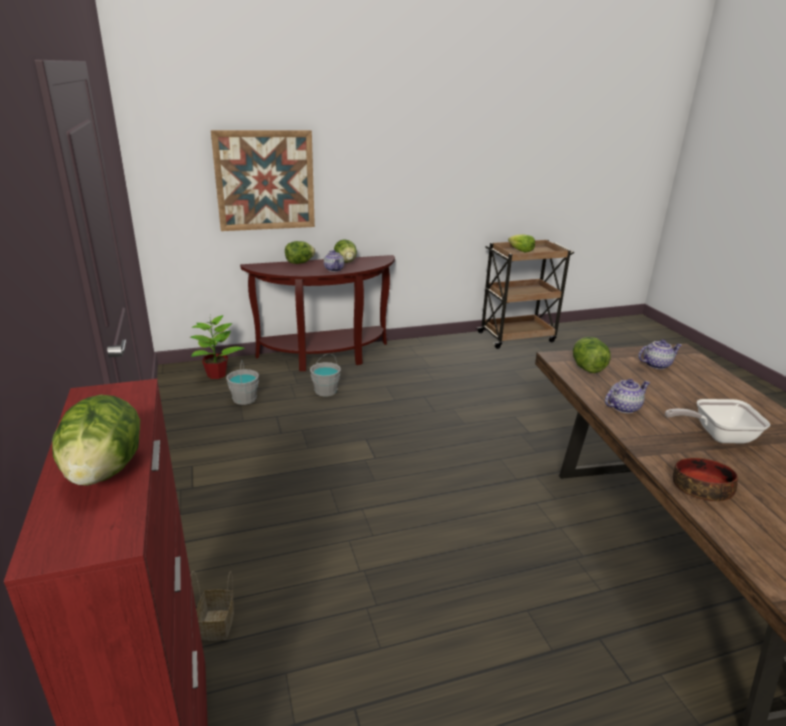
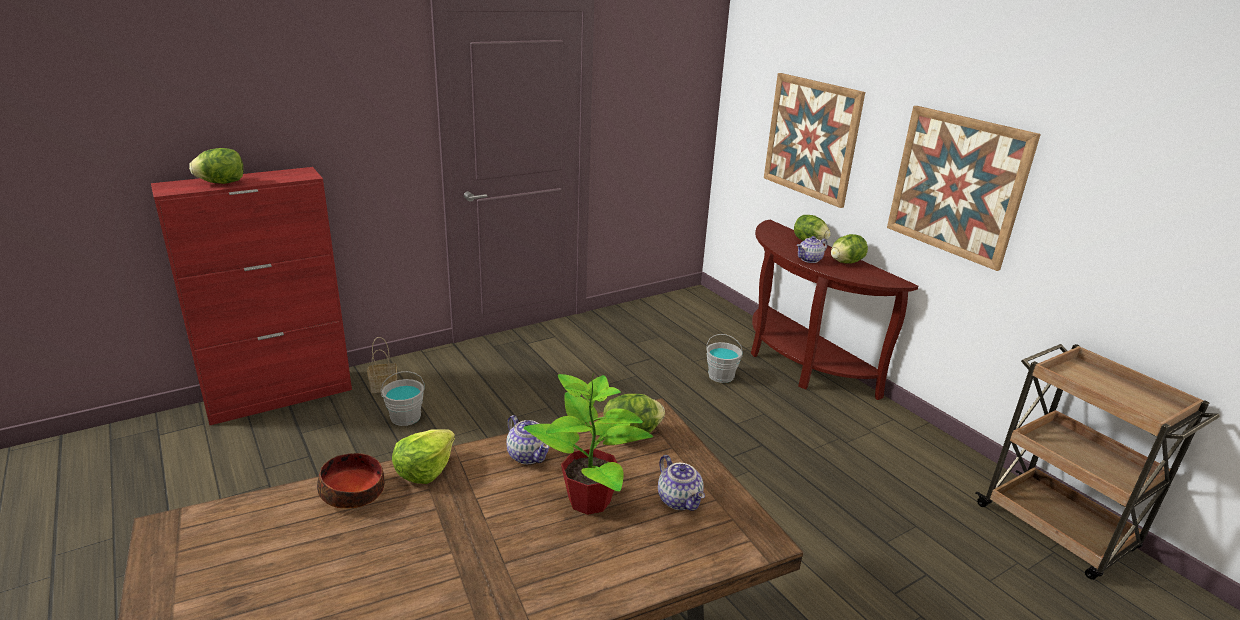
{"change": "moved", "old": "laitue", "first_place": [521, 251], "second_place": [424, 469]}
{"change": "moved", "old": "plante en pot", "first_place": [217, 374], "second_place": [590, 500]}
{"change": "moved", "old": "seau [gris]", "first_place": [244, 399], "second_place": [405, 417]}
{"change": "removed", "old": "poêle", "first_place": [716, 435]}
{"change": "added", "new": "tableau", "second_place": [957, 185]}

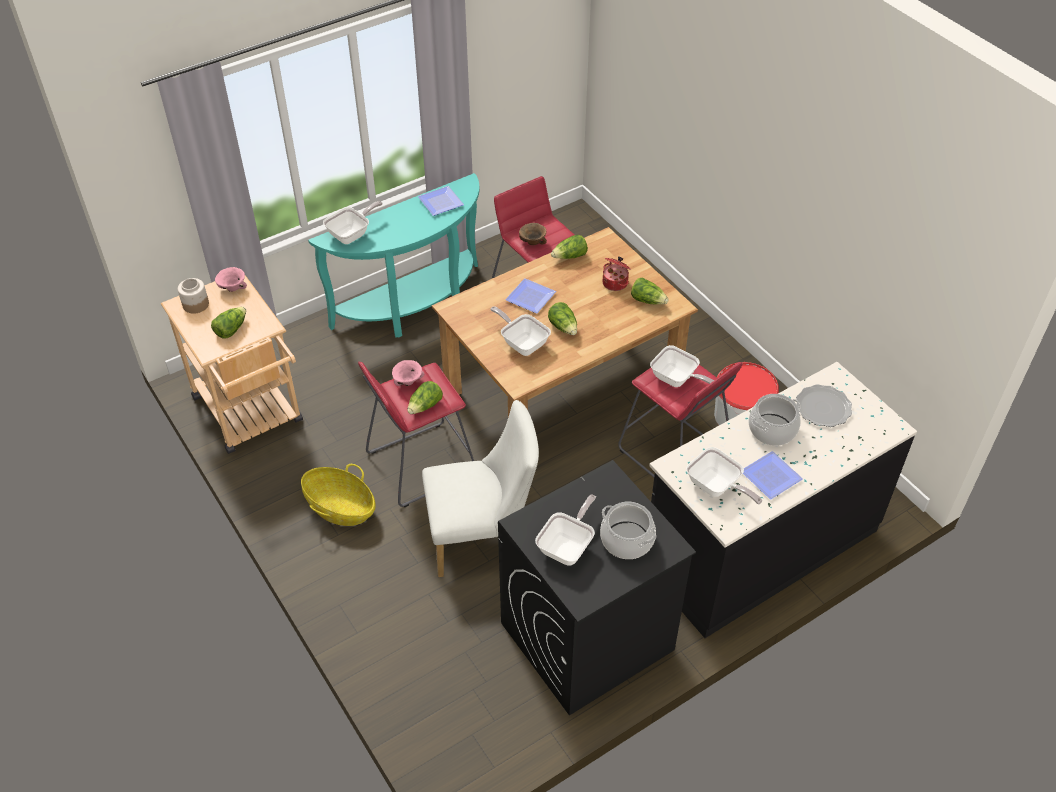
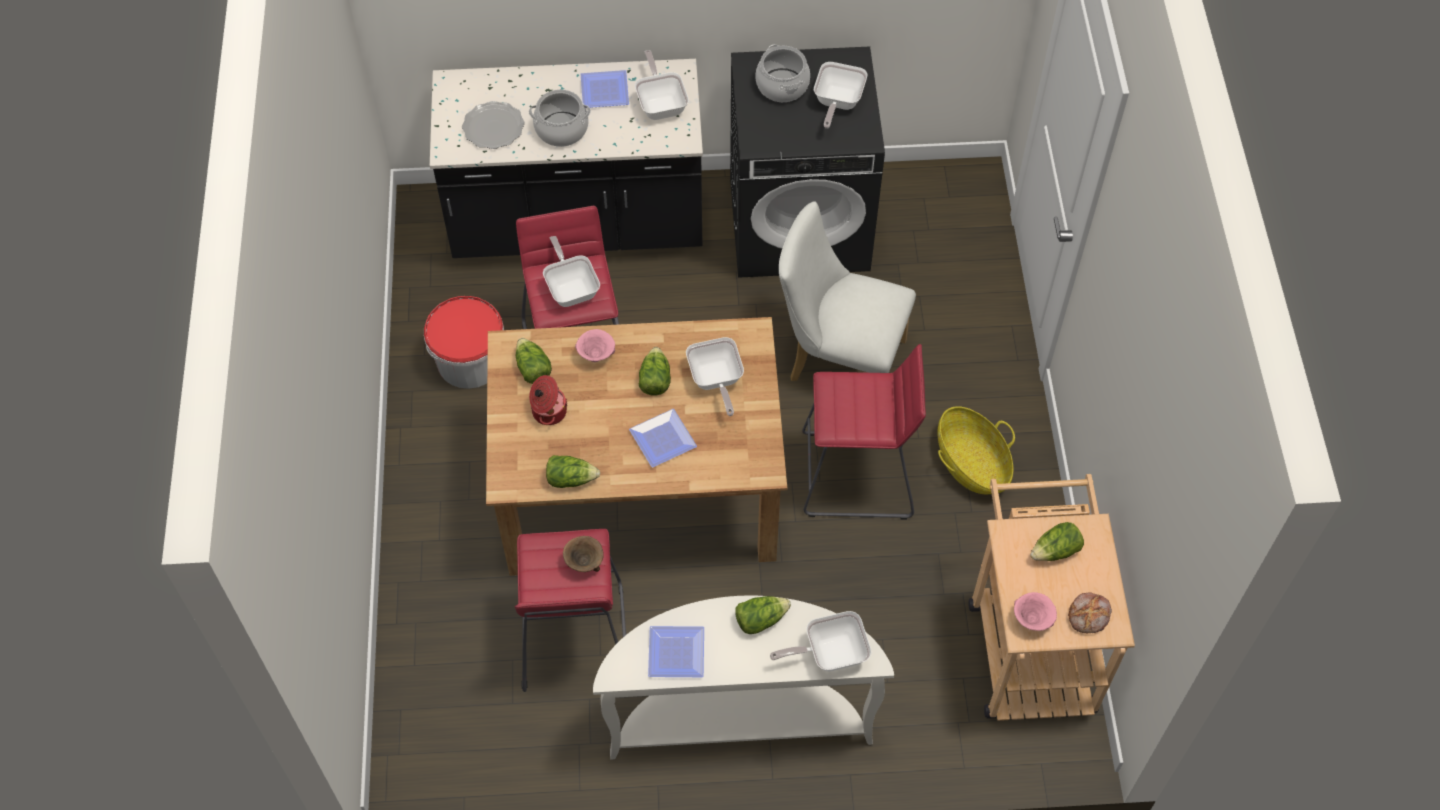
{"change": "recoloured", "old": "table console [turquoise]", "new": "table console [blanc]", "first_place": [415, 307], "second_place": [739, 717]}
{"change": "replaced", "old": "bocal", "new": "pain", "first_place": [195, 304], "second_place": [1089, 616]}
{"change": "moved", "old": "bol [rose]", "first_place": [408, 382], "second_place": [595, 356]}
{"change": "moved", "old": "laitue", "first_place": [425, 406], "second_place": [760, 619]}
{"change": "turned", "old": "poêle", "first_place": [568, 546], "second_place": [837, 103], "degrees": -45}

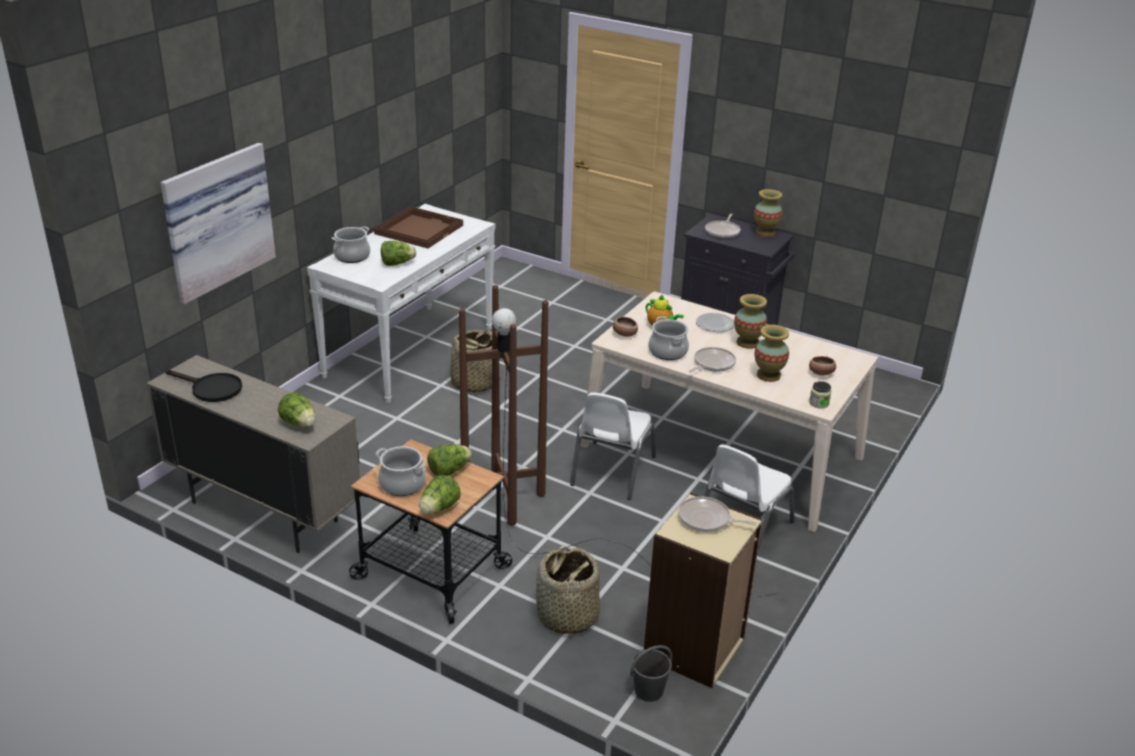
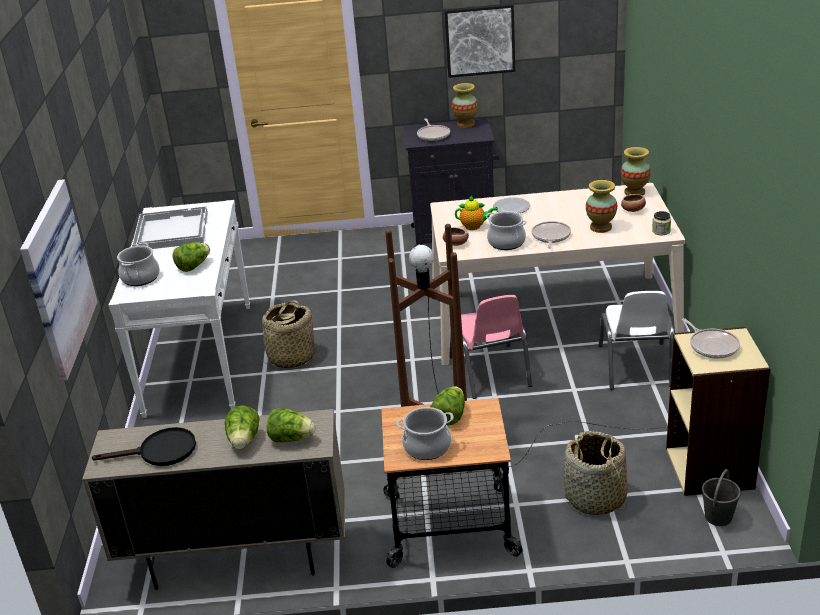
{"change": "recoloured", "old": "plateau [marron]", "new": "plateau [blanc]", "first_place": [419, 229], "second_place": [170, 230]}
{"change": "moved", "old": "vase", "first_place": [747, 343], "second_place": [634, 192]}
{"change": "recoloured", "old": "chaise [blanc]", "new": "chaise [rose]", "first_place": [611, 471], "second_place": [490, 372]}
{"change": "moved", "old": "laitue", "first_place": [439, 508], "second_place": [244, 441]}
{"change": "turned", "old": "poêle", "first_place": [707, 519], "second_place": [712, 346], "degrees": -105}
{"change": "added", "new": "tableau", "second_place": [480, 40]}

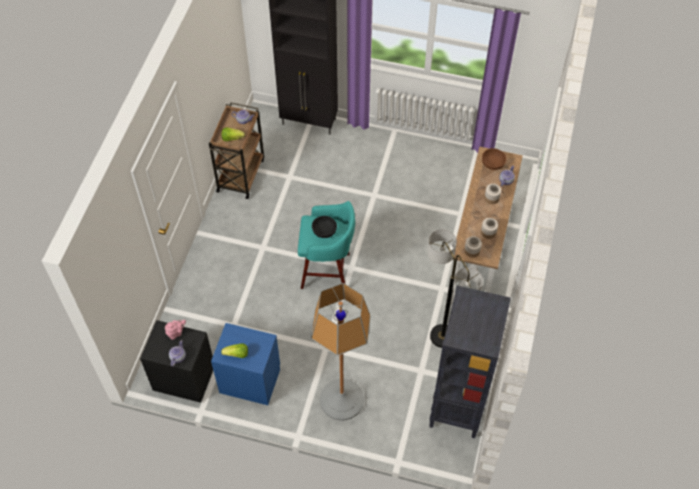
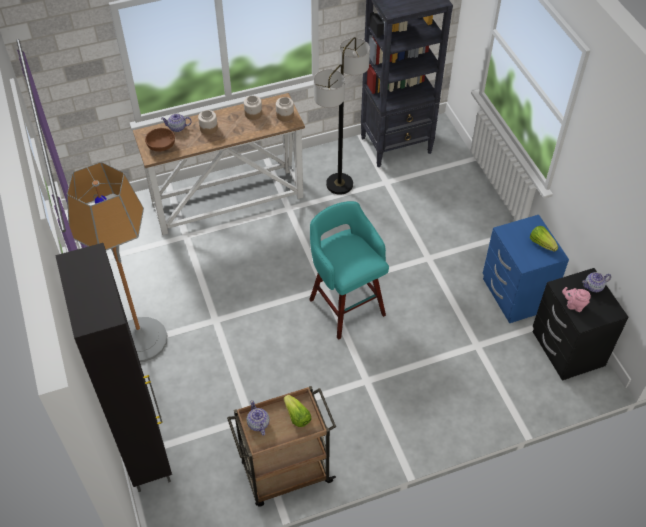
{"change": "removed", "old": "bol [noir]", "first_place": [324, 231]}
{"change": "moved", "old": "lampadaire", "first_place": [341, 400], "second_place": [141, 340]}

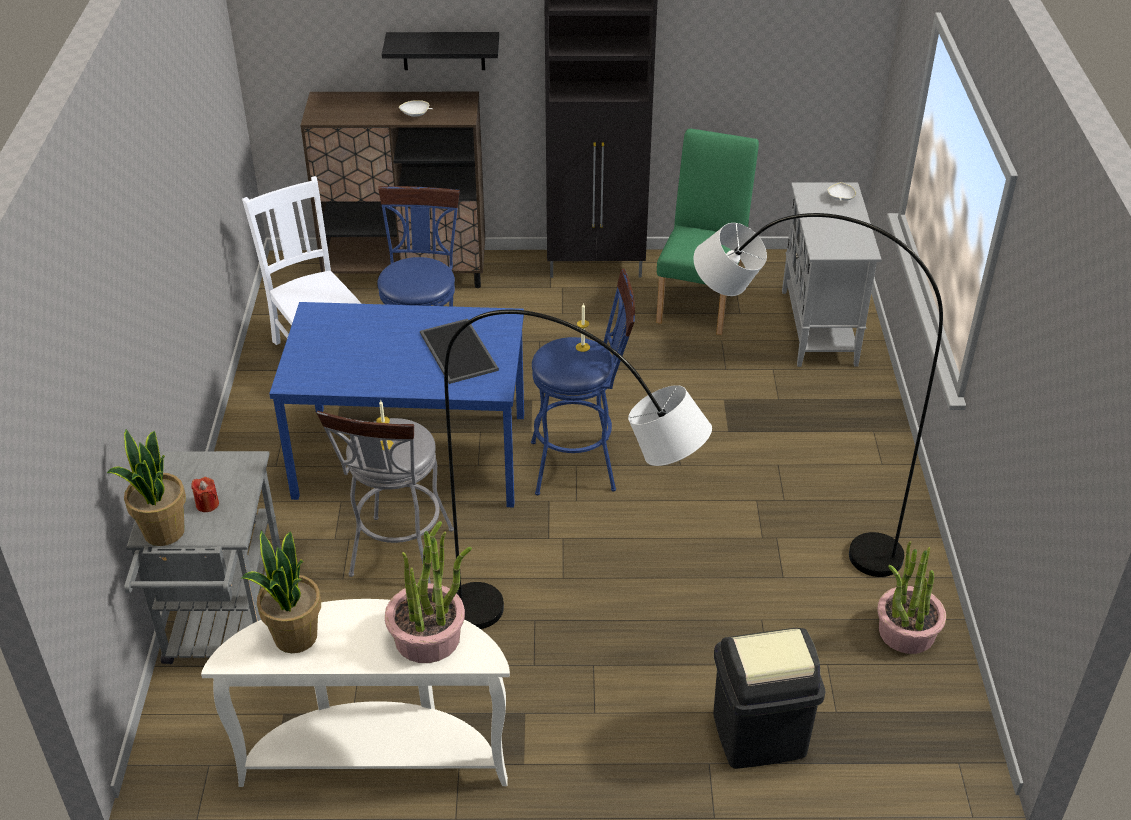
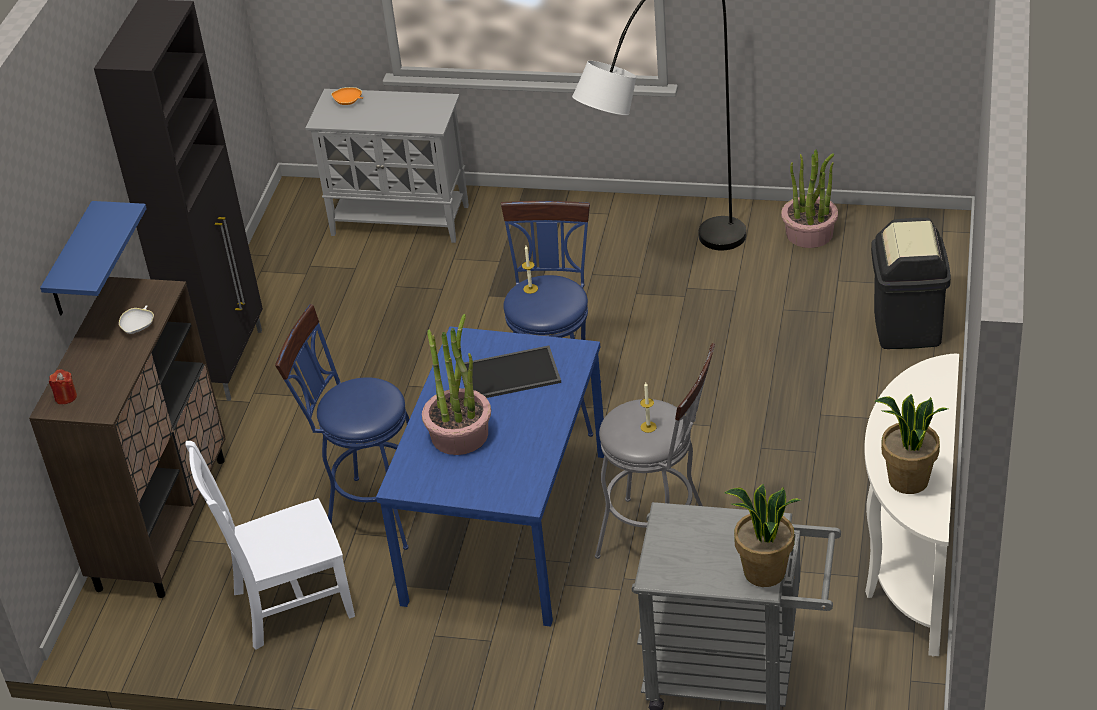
{"change": "recoloured", "old": "étagère [noir]", "new": "étagère [bleu]", "first_place": [443, 50], "second_place": [72, 263]}
{"change": "removed", "old": "chaise [vert]", "first_place": [701, 300]}
{"change": "recoloured", "old": "bol [blanc]", "new": "bol [orange]", "first_place": [840, 198], "second_place": [348, 102]}
{"change": "removed", "old": "lampadaire [gris]", "first_place": [572, 641]}
{"change": "moved", "old": "bougie [rouge]", "first_place": [207, 504], "second_place": [66, 397]}
{"change": "moved", "old": "plante en pot", "first_place": [428, 637], "second_place": [460, 434]}

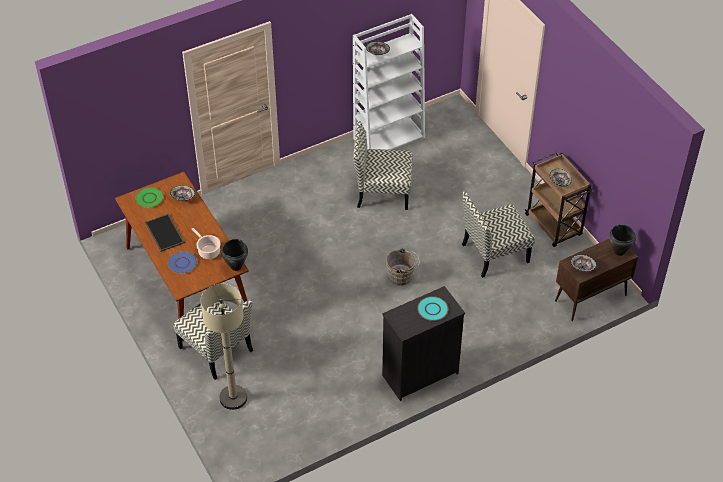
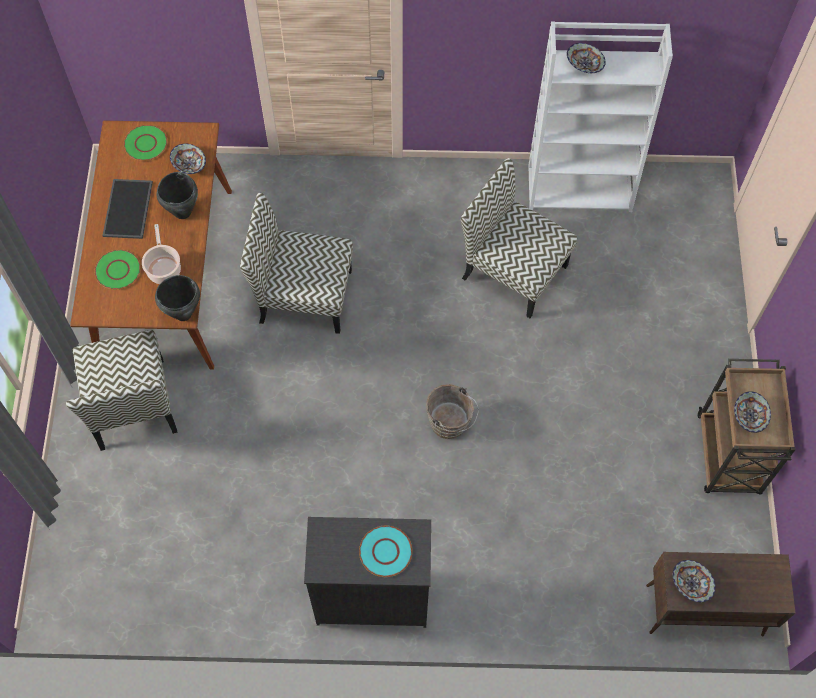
{"change": "moved", "old": "chaise", "first_place": [494, 254], "second_place": [303, 296]}
{"change": "moved", "old": "marmite [noir]", "first_place": [619, 252], "second_place": [182, 212]}
{"change": "recoloured", "old": "assiette [bleu]", "new": "assiette [vert]", "first_place": [182, 263], "second_place": [118, 270]}
{"change": "removed", "old": "lampadaire [beige]", "first_place": [233, 398]}

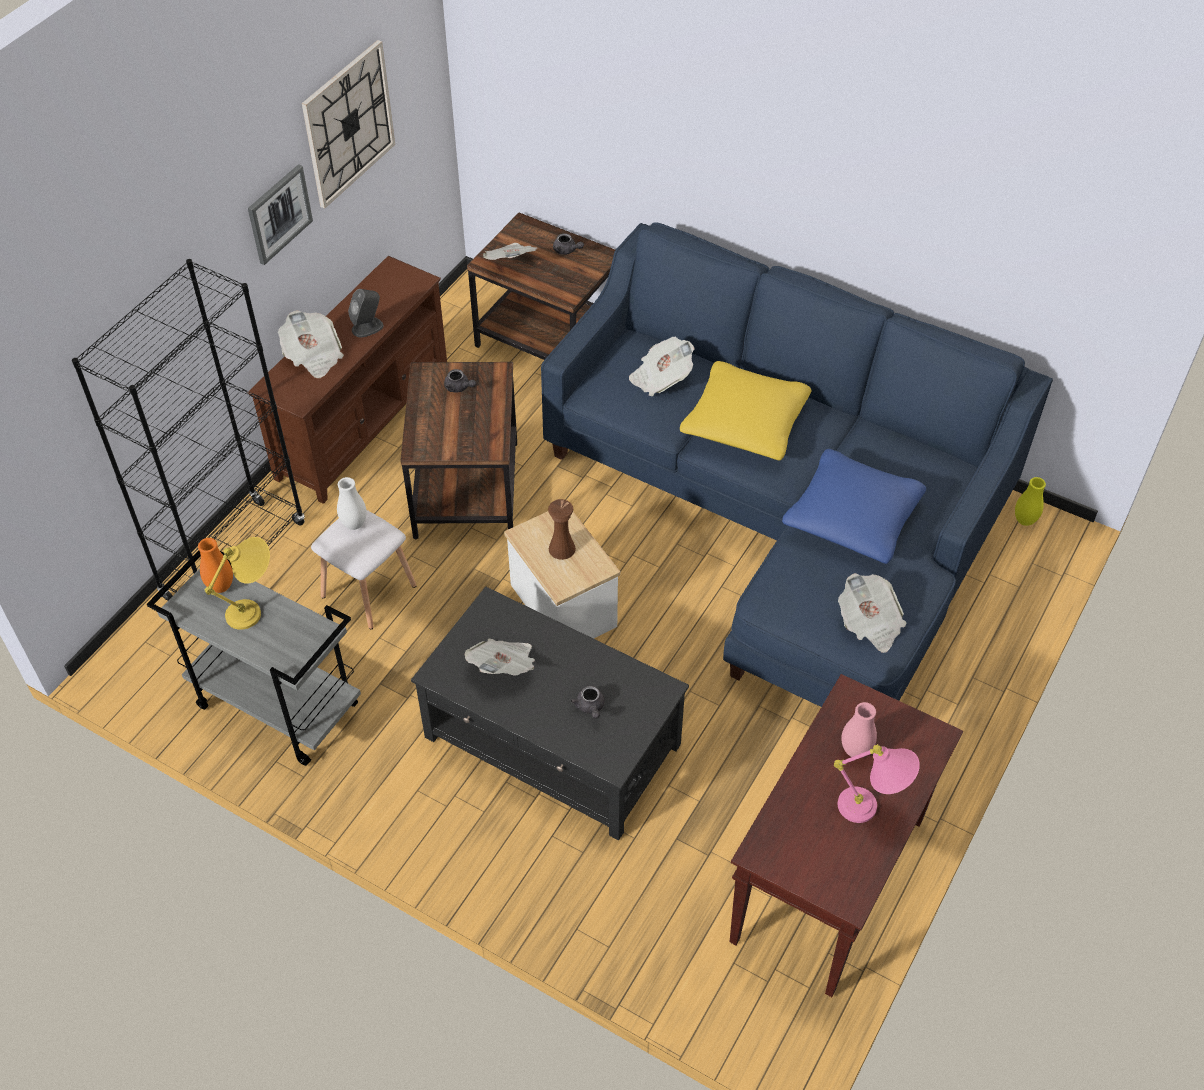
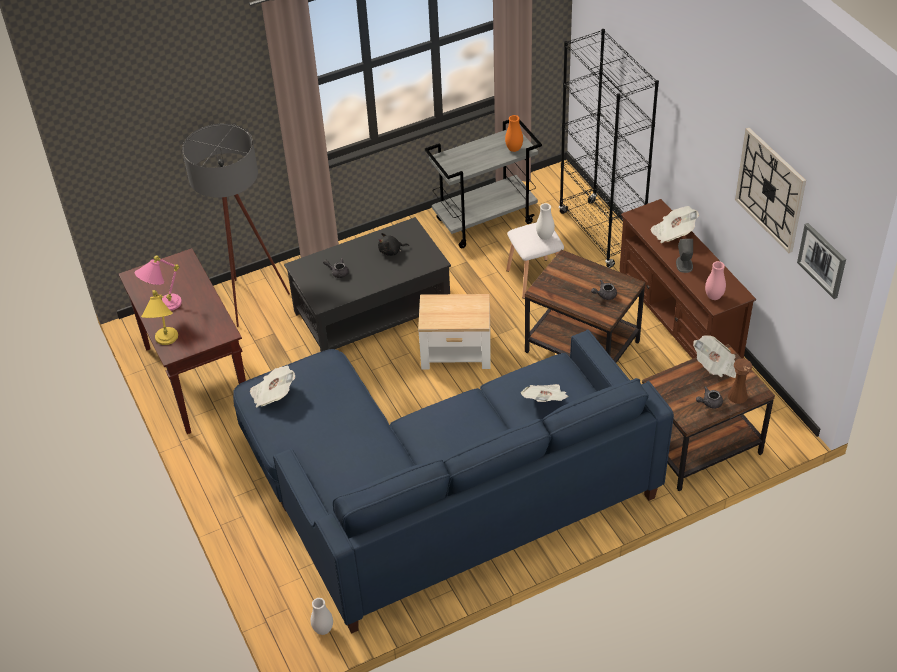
{"change": "moved", "old": "tableau", "first_place": [279, 213], "second_place": [822, 260]}
{"change": "removed", "old": "coussin [jaune]", "first_place": [745, 423]}
{"change": "removed", "old": "coussin [bleu]", "first_place": [852, 518]}
{"change": "recoloured", "old": "vase [jaune]", "new": "vase [blanc]", "first_place": [1024, 520], "second_place": [323, 629]}
{"change": "moved", "old": "vase [marron]", "first_place": [562, 549], "second_place": [737, 396]}
{"change": "moved", "old": "lampe de table [jaune]", "first_place": [255, 609], "second_place": [165, 343]}
{"change": "replaced", "old": "journal", "new": "peluche [noir]", "first_place": [504, 667], "second_place": [391, 251]}
{"change": "moved", "old": "vase [rose]", "first_place": [855, 750], "second_place": [714, 297]}
{"change": "added", "new": "lampadaire [gris]", "second_place": [250, 305]}

